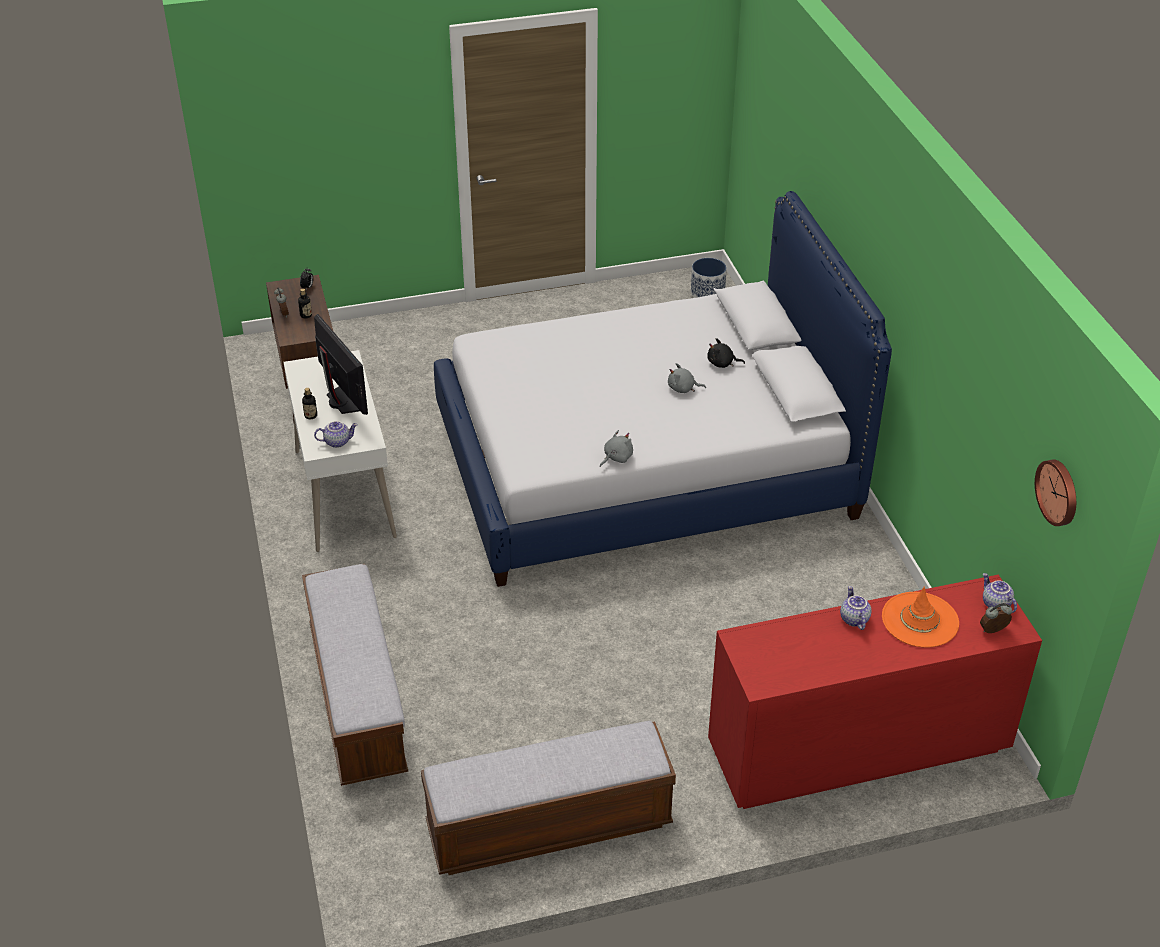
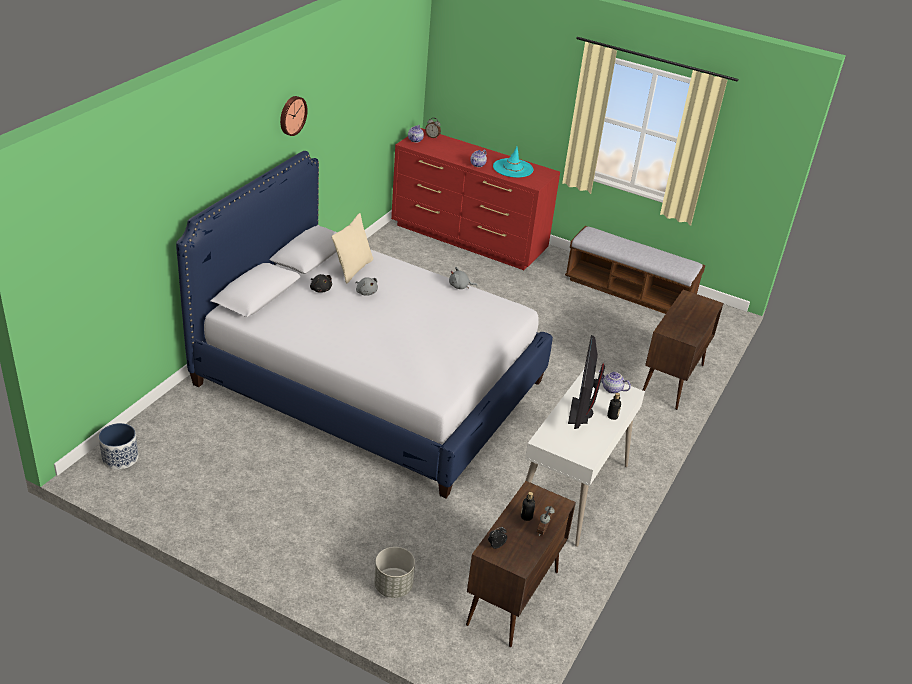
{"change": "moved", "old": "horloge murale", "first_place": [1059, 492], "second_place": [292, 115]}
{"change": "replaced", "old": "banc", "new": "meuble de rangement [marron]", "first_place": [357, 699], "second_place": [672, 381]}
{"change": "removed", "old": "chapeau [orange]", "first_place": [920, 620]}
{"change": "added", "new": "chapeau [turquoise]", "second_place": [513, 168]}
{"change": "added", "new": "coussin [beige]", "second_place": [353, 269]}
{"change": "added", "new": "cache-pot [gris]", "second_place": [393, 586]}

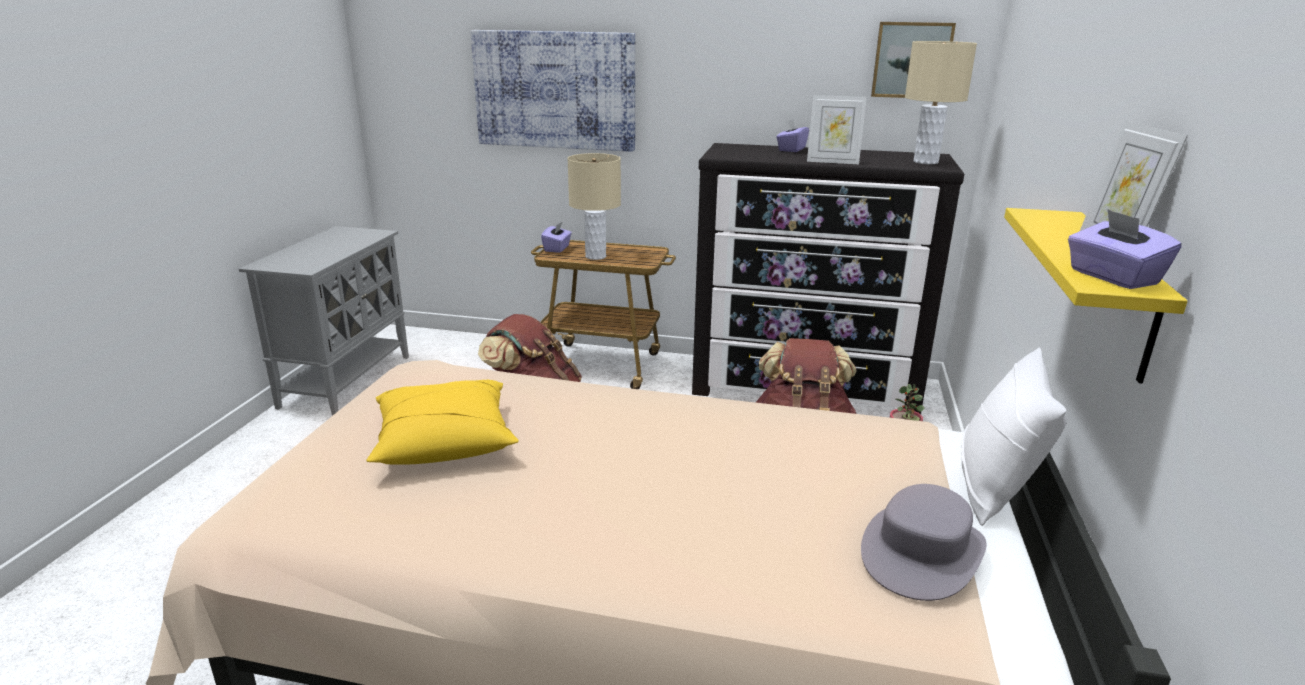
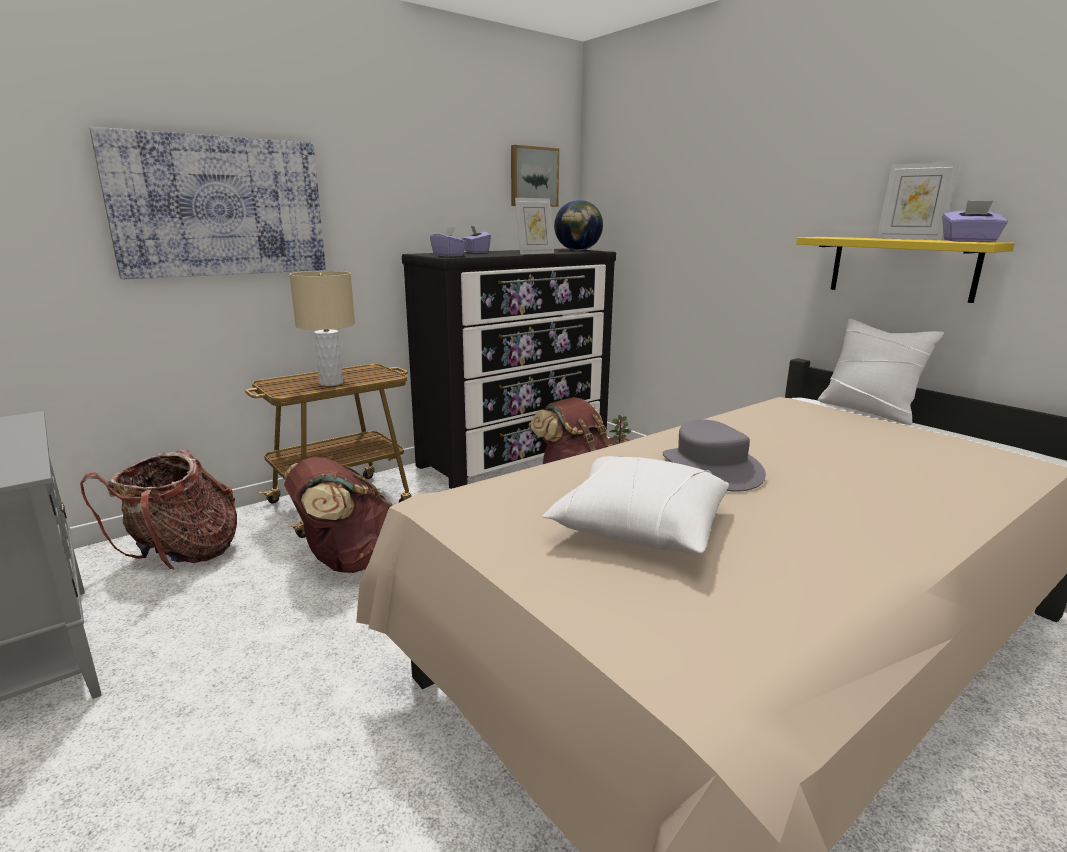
{"change": "replaced", "old": "lampe de table [beige]", "new": "globe", "first_place": [925, 162], "second_place": [577, 250]}
{"change": "moved", "old": "boîte à mouchoirs [violet]", "first_place": [557, 248], "second_place": [448, 255]}
{"change": "recoloured", "old": "coussin [jaune]", "new": "coussin [blanc]", "first_place": [444, 440], "second_place": [639, 526]}
{"change": "moved", "old": "chapeau [gris]", "first_place": [921, 552], "second_place": [710, 468]}
{"change": "added", "new": "sac à dos", "second_place": [182, 555]}

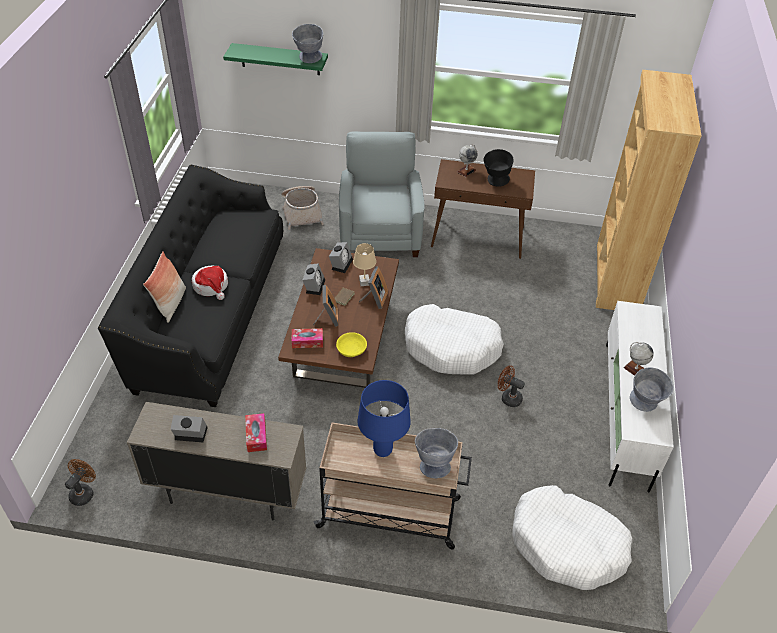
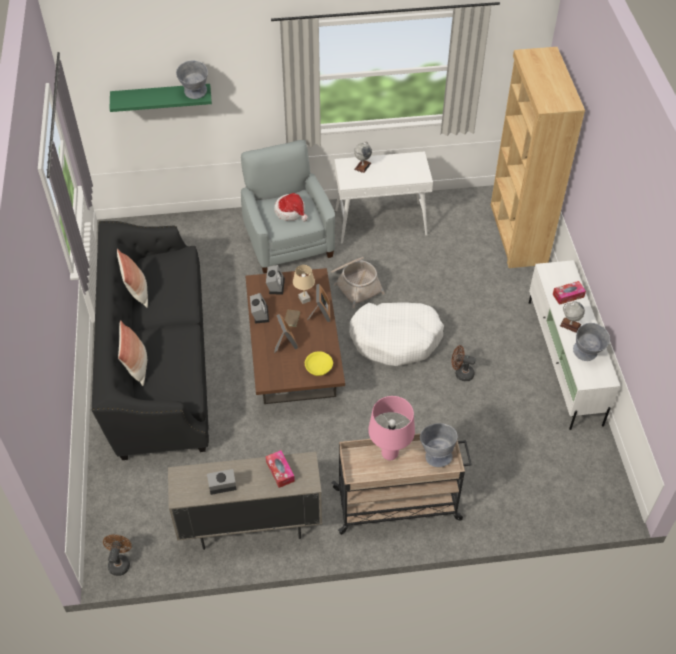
{"change": "removed", "old": "bol [noir]", "first_place": [495, 182]}
{"change": "recoloured", "old": "table console [marron]", "new": "table console [blanc]", "first_place": [478, 237], "second_place": [381, 222]}
{"change": "moved", "old": "panier", "first_place": [301, 212], "second_place": [355, 284]}
{"change": "moved", "old": "chapeau", "first_place": [211, 286], "second_place": [290, 212]}
{"change": "moved", "old": "boîte à mouchoirs", "first_place": [307, 341], "second_place": [568, 295]}
{"change": "recoloured", "old": "lampe de table [bleu]", "new": "lampe de table [rose]", "first_place": [382, 451], "second_place": [389, 455]}
{"change": "removed", "old": "panier pour chien [blanc]", "first_place": [567, 545]}
{"change": "added", "new": "coussin", "second_place": [137, 292]}

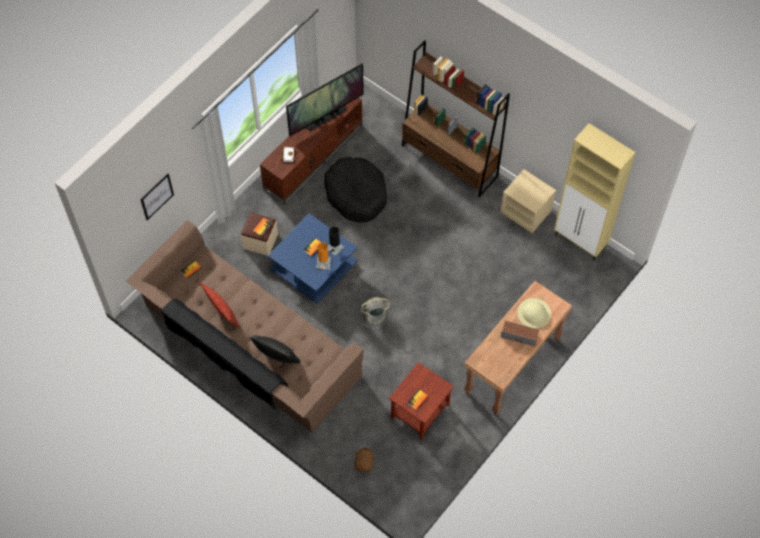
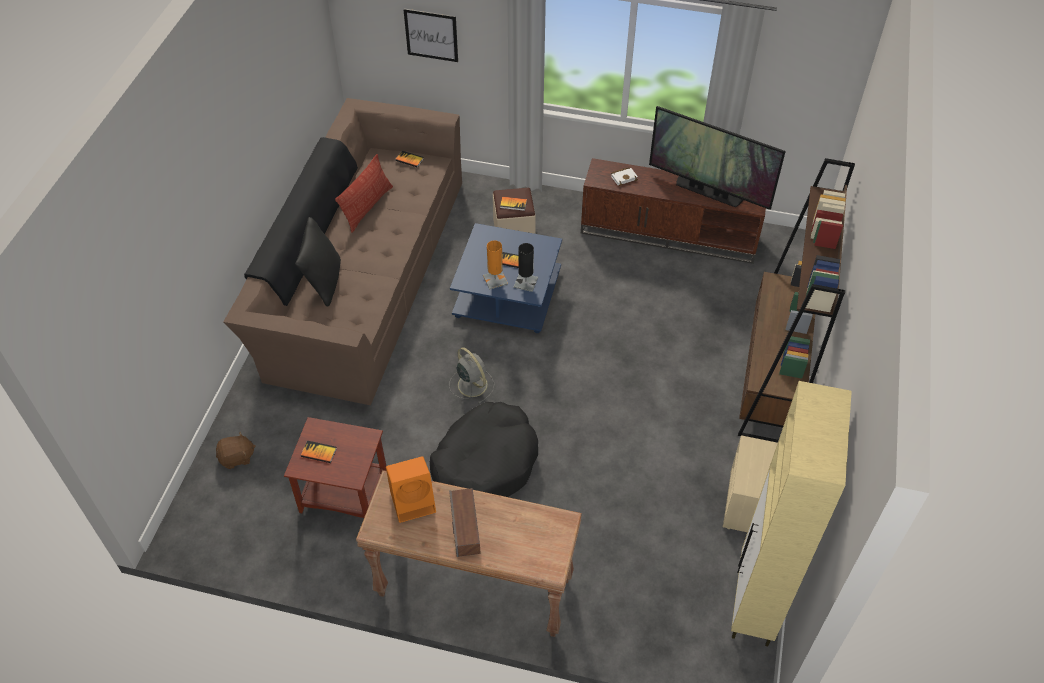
{"change": "moved", "old": "panier pour chien [noir]", "first_place": [356, 194], "second_place": [485, 463]}
{"change": "removed", "old": "chapeau [beige]", "first_place": [534, 313]}
{"change": "added", "new": "enceinte [orange]", "second_place": [414, 501]}

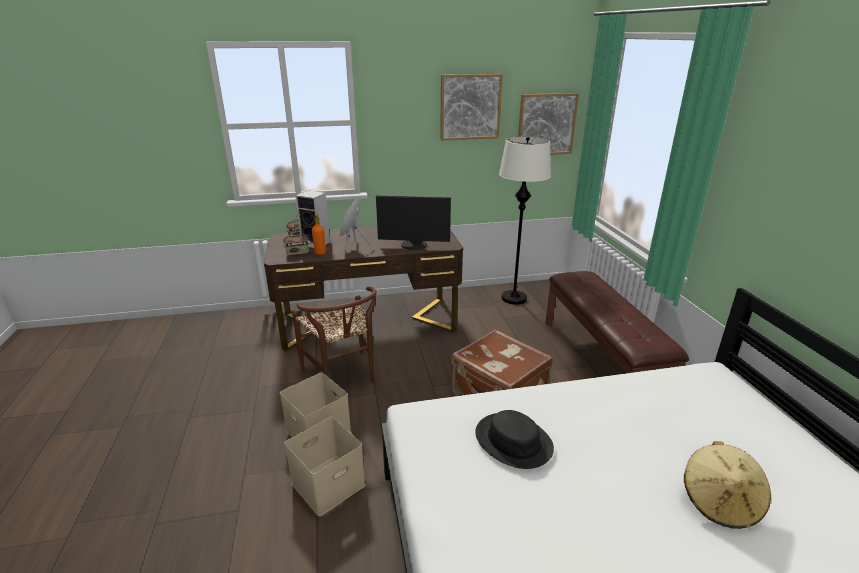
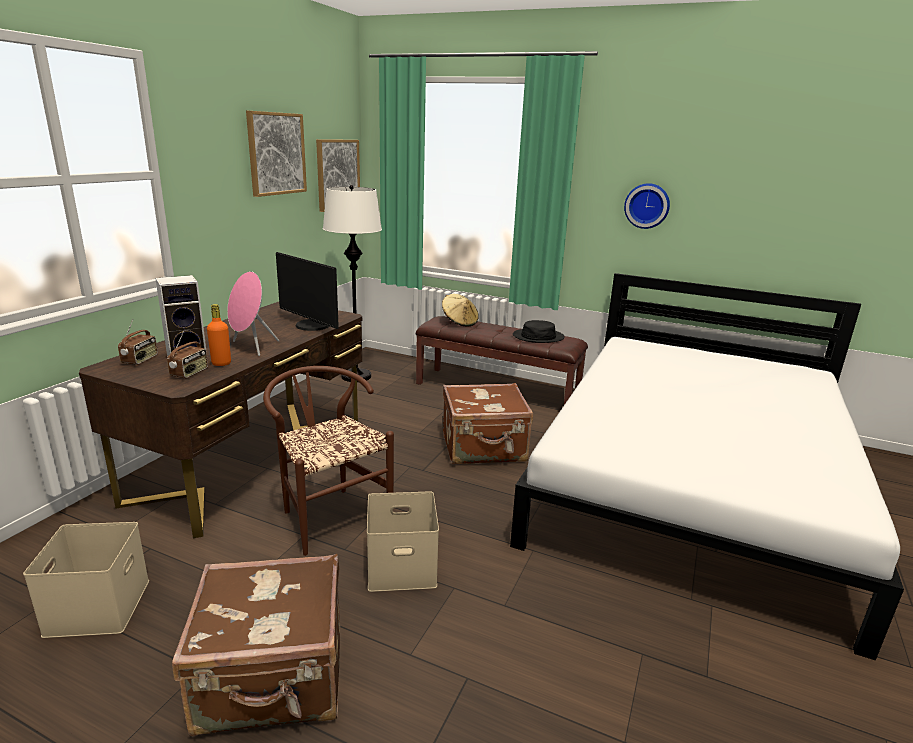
{"change": "turned", "old": "écran d'ordinateur", "first_place": [414, 245], "second_place": [311, 326], "degrees": 90}
{"change": "turned", "old": "chaise [marron]", "first_place": [343, 377], "second_place": [329, 514], "degrees": -135}
{"change": "moved", "old": "chapeau [noir]", "first_place": [513, 441], "second_place": [538, 337]}
{"change": "moved", "old": "boîte de rangement [beige]", "first_place": [328, 482], "second_place": [97, 605]}
{"change": "moved", "old": "chapeau [beige]", "first_place": [720, 502], "second_place": [459, 322]}
{"change": "added", "new": "horloge murale", "second_place": [647, 205]}
{"change": "added", "new": "valise [marron]", "second_place": [273, 679]}

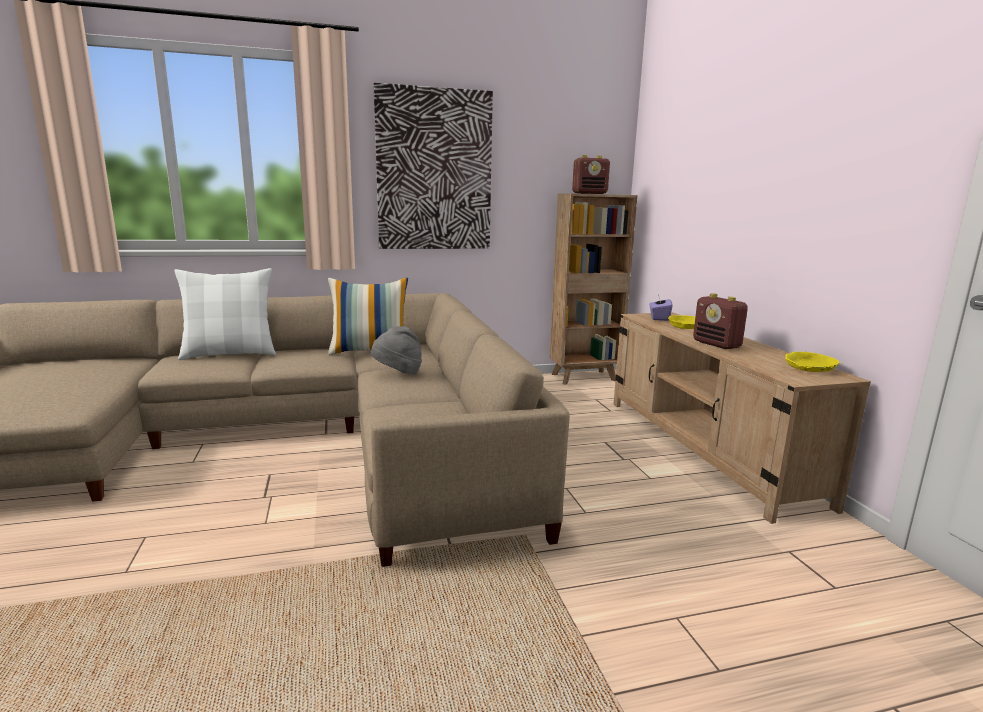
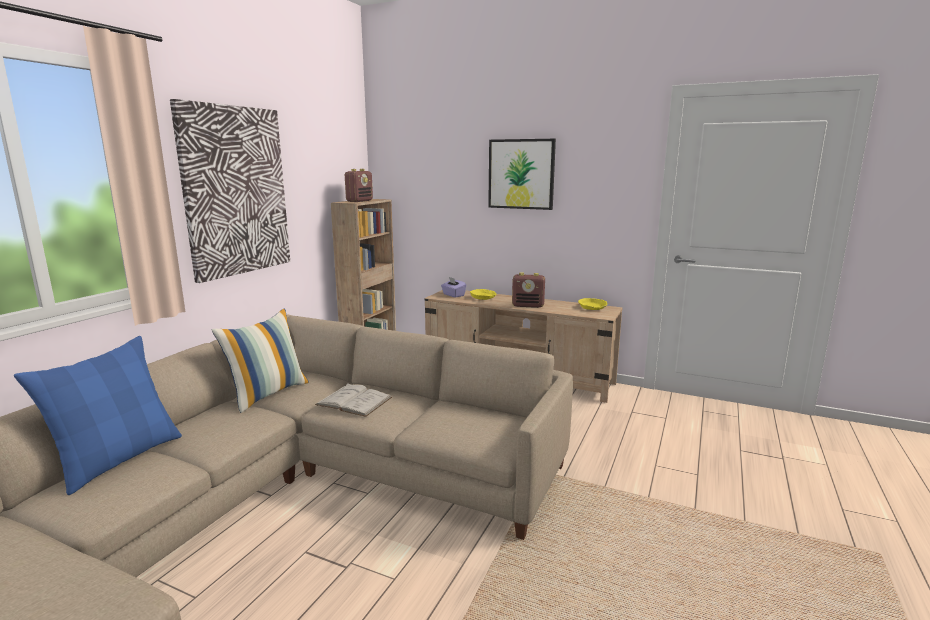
{"change": "recoloured", "old": "coussin [blanc]", "new": "coussin [bleu]", "first_place": [230, 354], "second_place": [118, 459]}
{"change": "replaced", "old": "chapeau [gris]", "new": "livre [blanc]", "first_place": [398, 374], "second_place": [354, 401]}
{"change": "added", "new": "tableau", "second_place": [521, 174]}

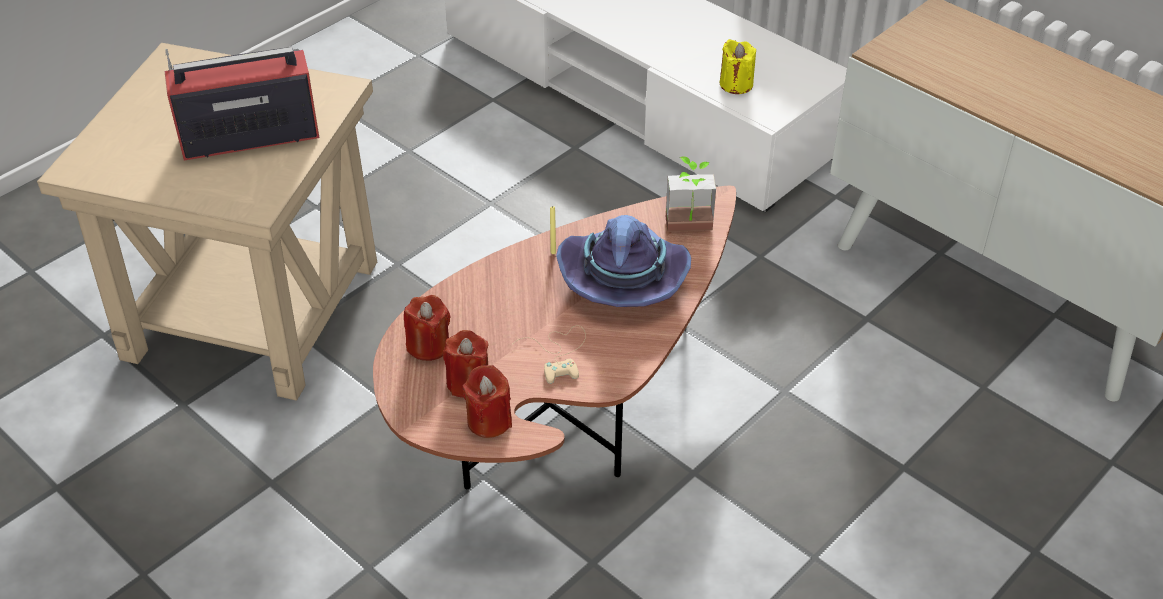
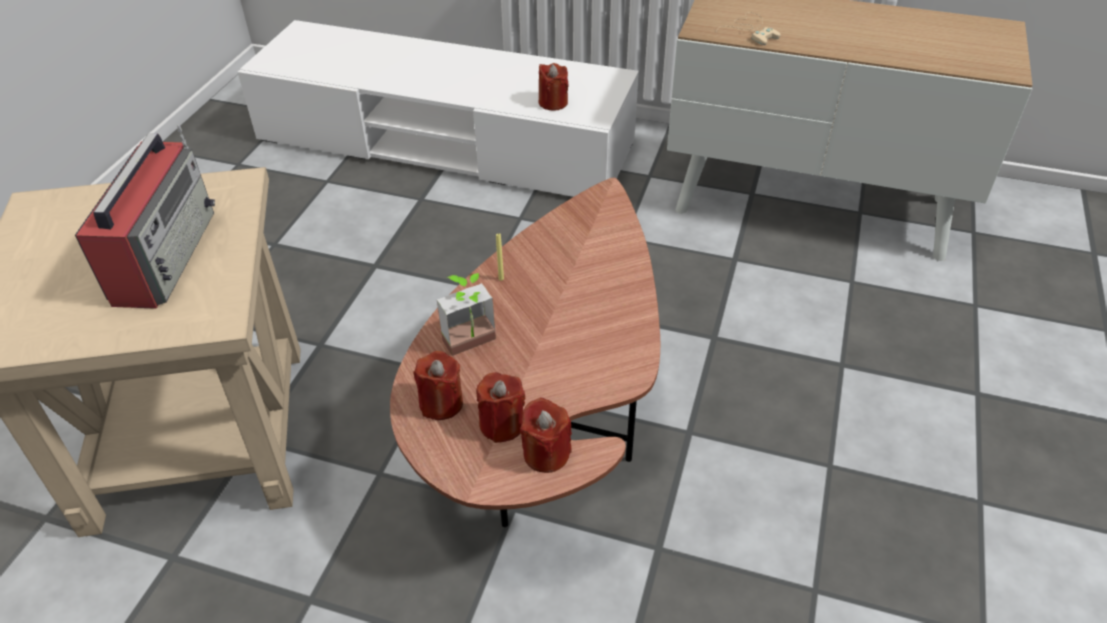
{"change": "recoloured", "old": "bougie [jaune]", "new": "bougie [rouge]", "first_place": [736, 84], "second_place": [553, 102]}
{"change": "turned", "old": "radio", "first_place": [247, 136], "second_place": [165, 255], "degrees": 135}
{"change": "moved", "old": "plante en pot", "first_place": [689, 230], "second_place": [473, 346]}
{"change": "removed", "old": "chapeau [violet]", "first_place": [623, 278]}
{"change": "moved", "old": "manette [beige]", "first_place": [559, 353], "second_place": [751, 30]}

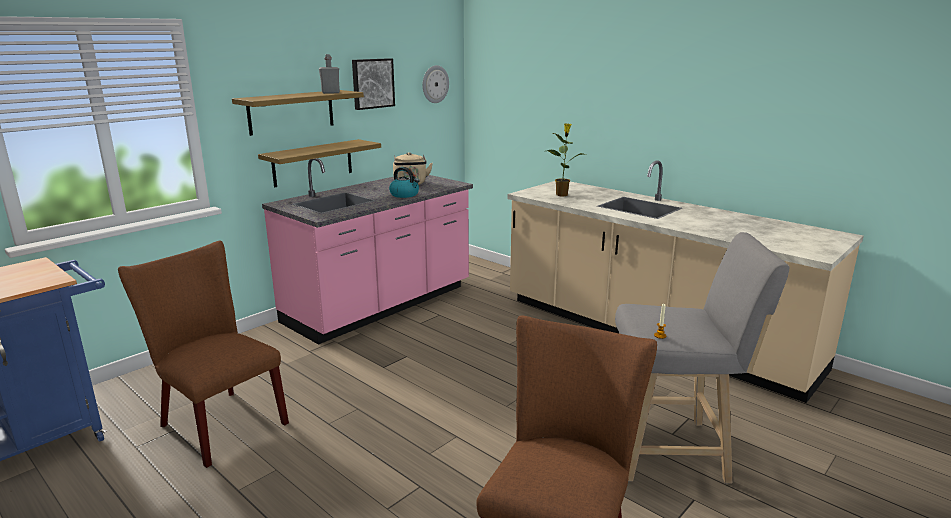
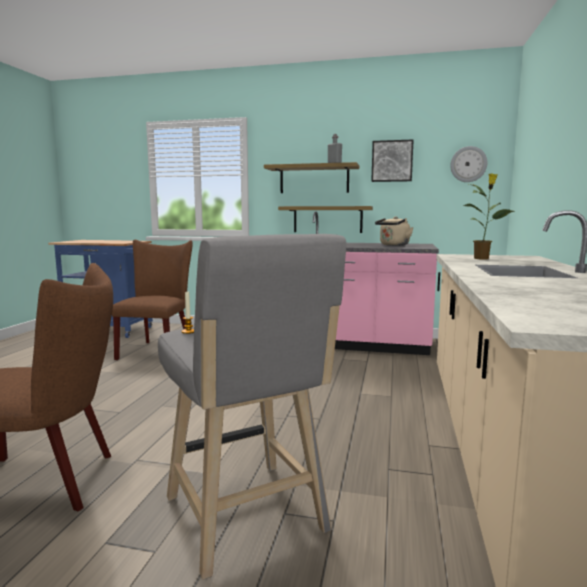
{"change": "removed", "old": "bouilloire", "first_place": [405, 195]}

